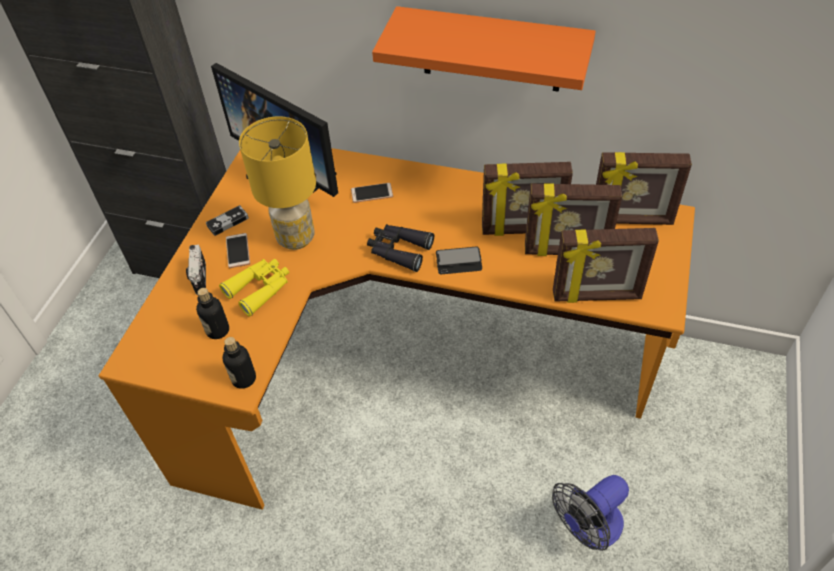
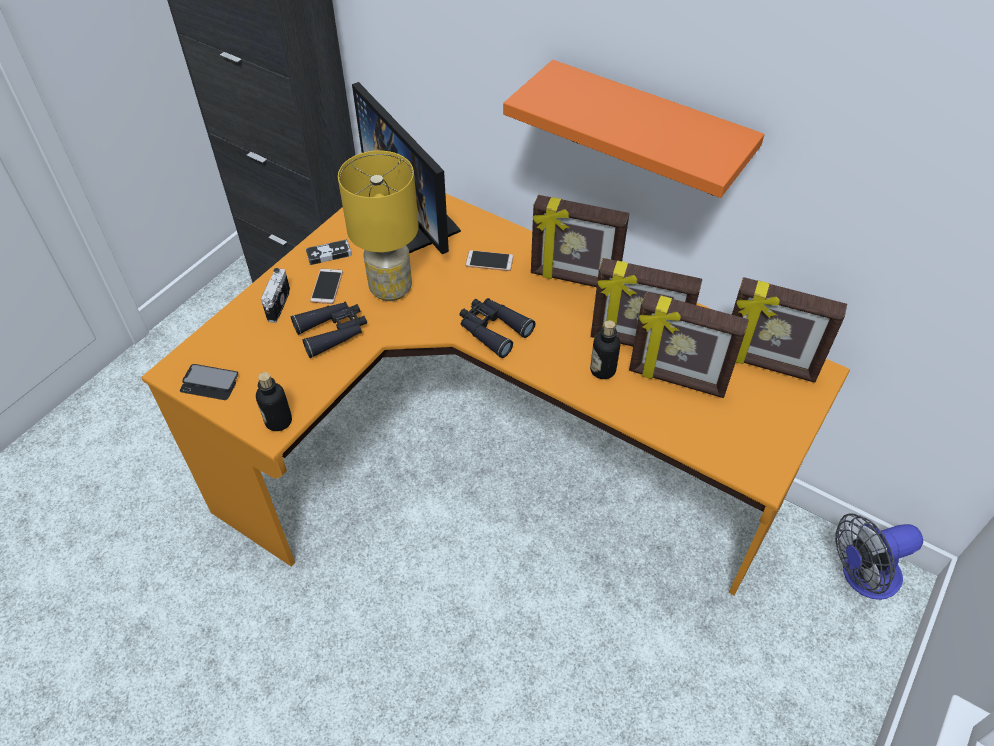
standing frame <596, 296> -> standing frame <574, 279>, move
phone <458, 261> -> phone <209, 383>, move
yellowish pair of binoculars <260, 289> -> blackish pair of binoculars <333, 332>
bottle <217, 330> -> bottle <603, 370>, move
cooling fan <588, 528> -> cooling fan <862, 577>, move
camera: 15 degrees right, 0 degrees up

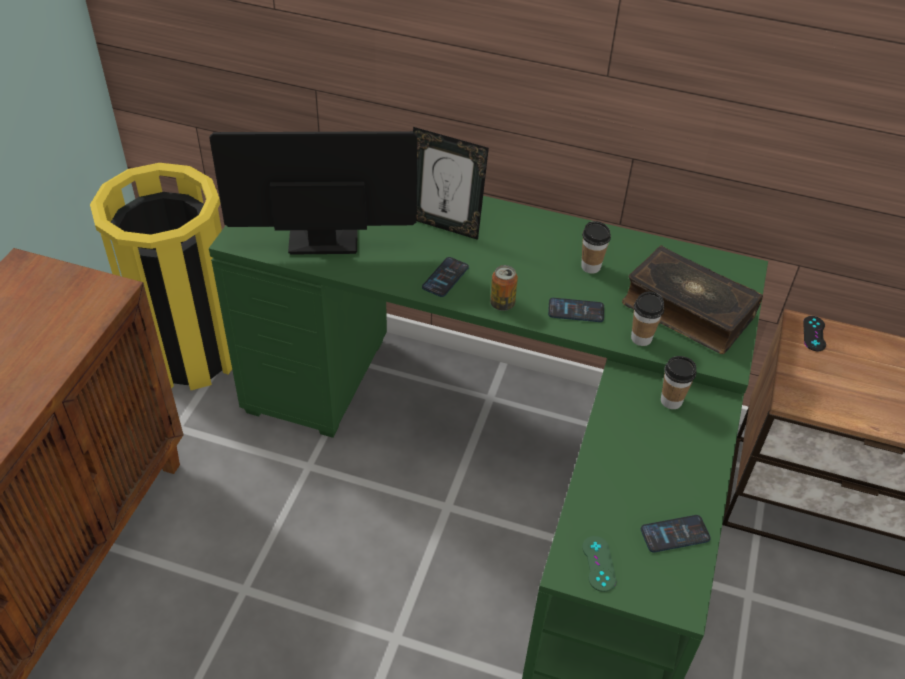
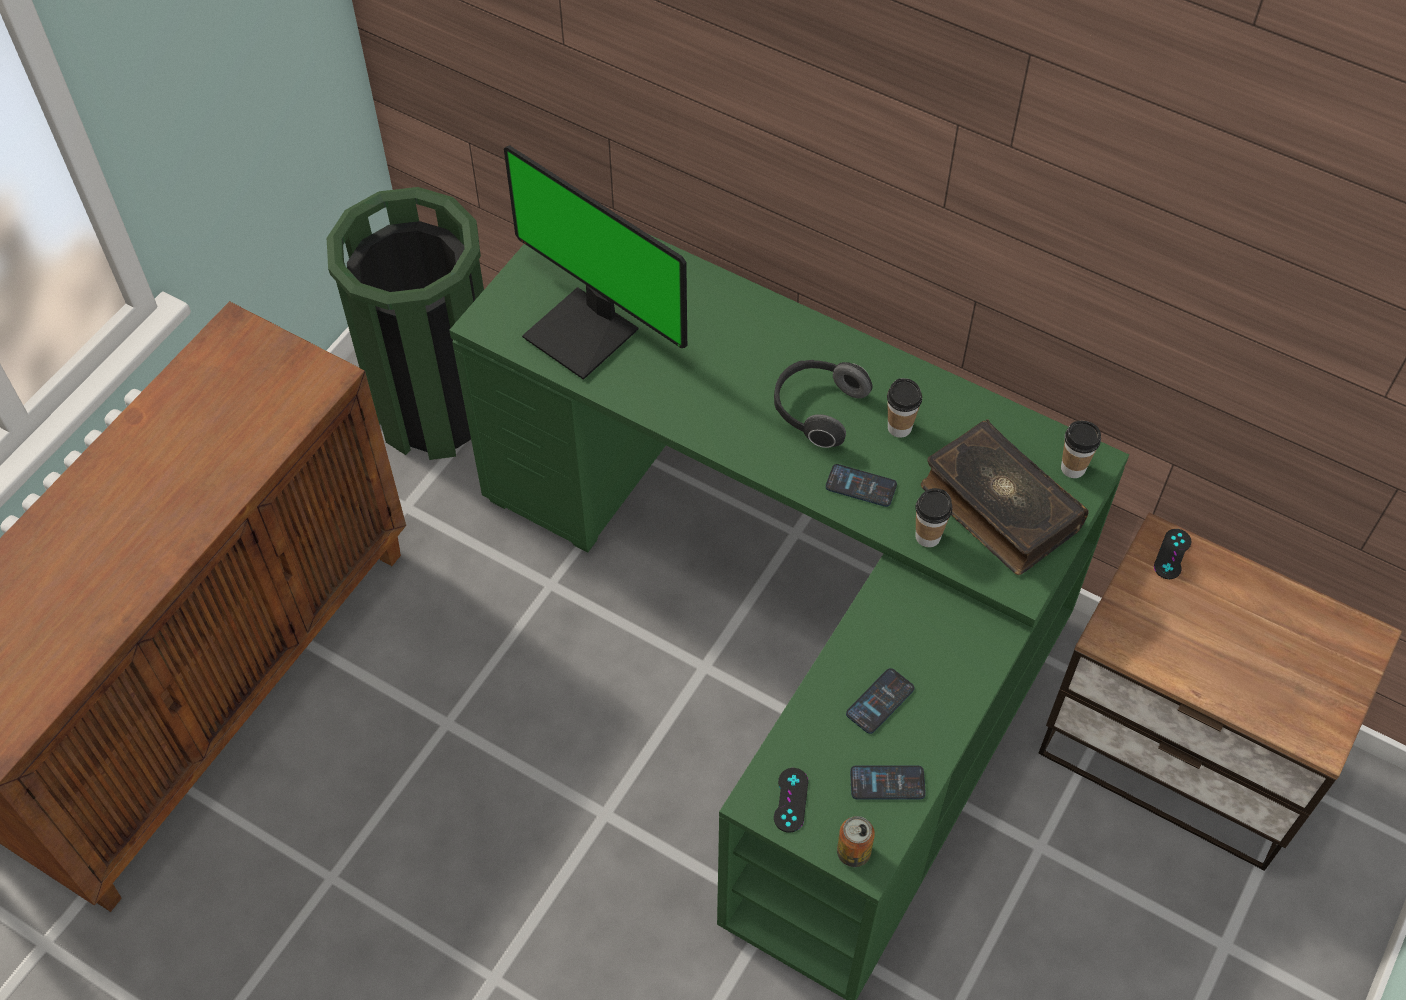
standing frame <445, 225> -> none
monitor <322, 235> -> monitor <585, 332>, 150 degrees counterclockwise
yellowish waste bin <190, 351> -> greenish waste bin <437, 406>
phone <445, 277> -> phone <880, 701>, move
metal can <502, 303> -> metal can <853, 852>, move
cup <671, 401> -> cup <1073, 468>, move
greenish gamepad <598, 564> -> blackish gamepad <791, 800>
none -> headphones <816, 410>
camera: 15 degrees right, 10 degrees up

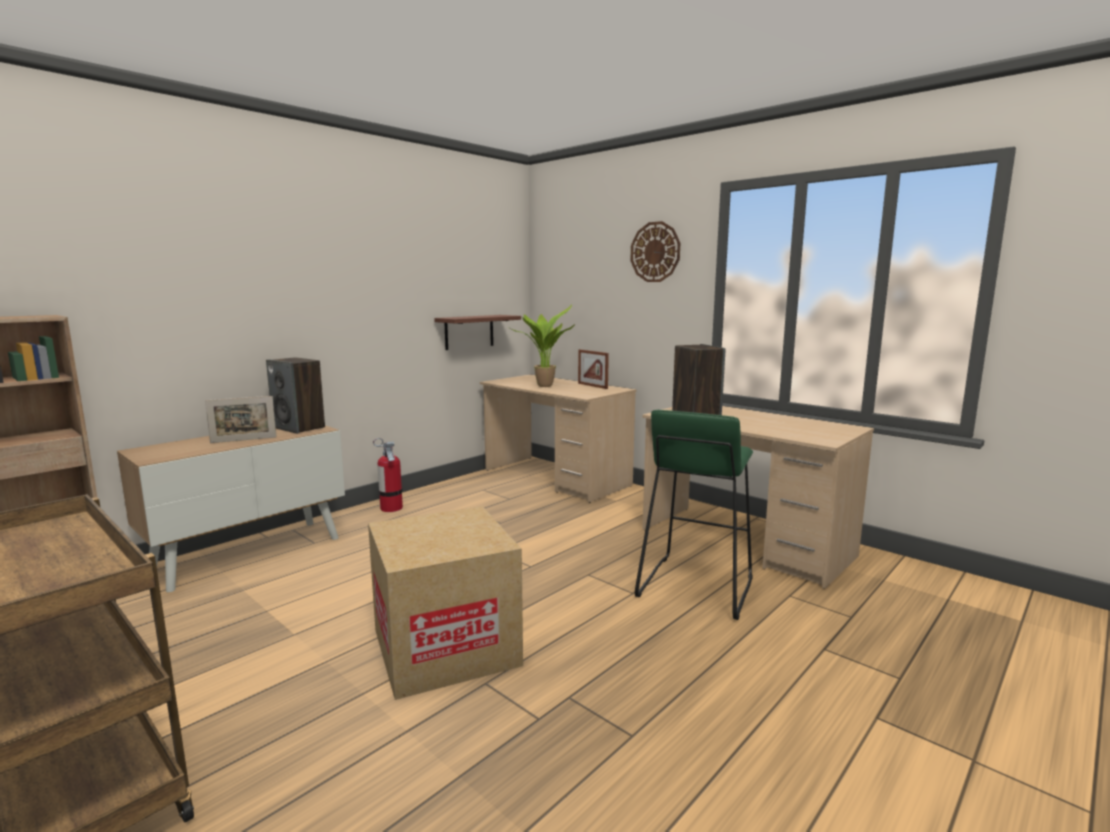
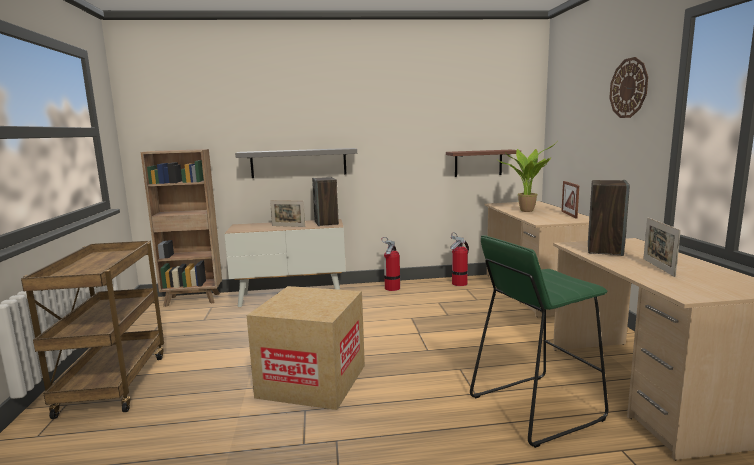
none -> greyish shelf <298, 163>
none -> standing frame <658, 267>
none -> extinguisher <459, 283>
camera: 40 degrees right, 0 degrees up

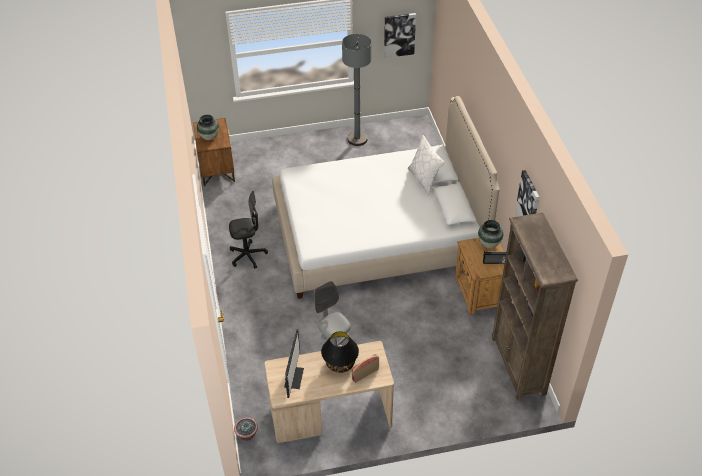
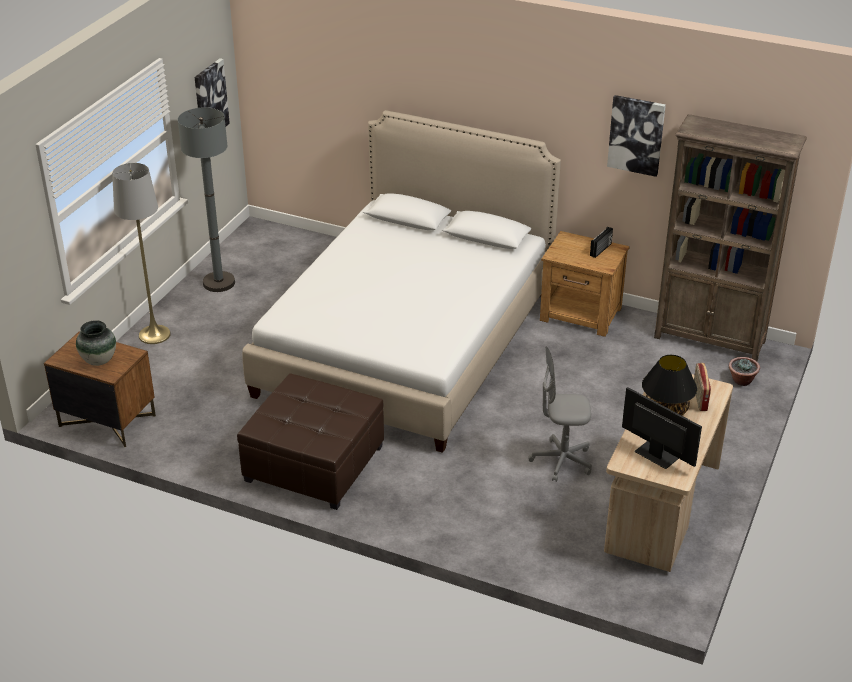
whitish pillow <424, 179> -> none
blackish computer chair <248, 256> -> brown-coloured footrest <315, 463>
vase <489, 243> -> none
plant in a pot <247, 435> -> plant in a pot <741, 381>, move
none -> greyish floor lamp <154, 334>
camera: 55 degrees left, 10 degrees down

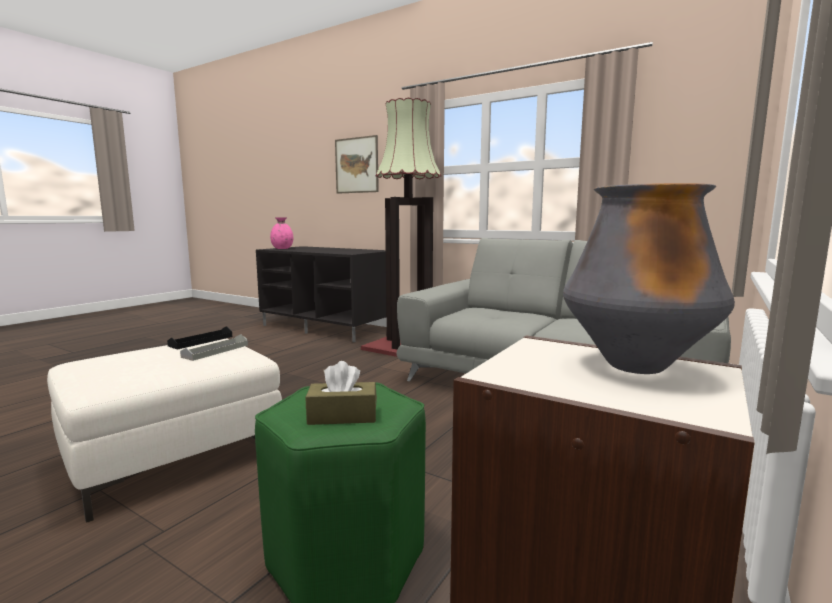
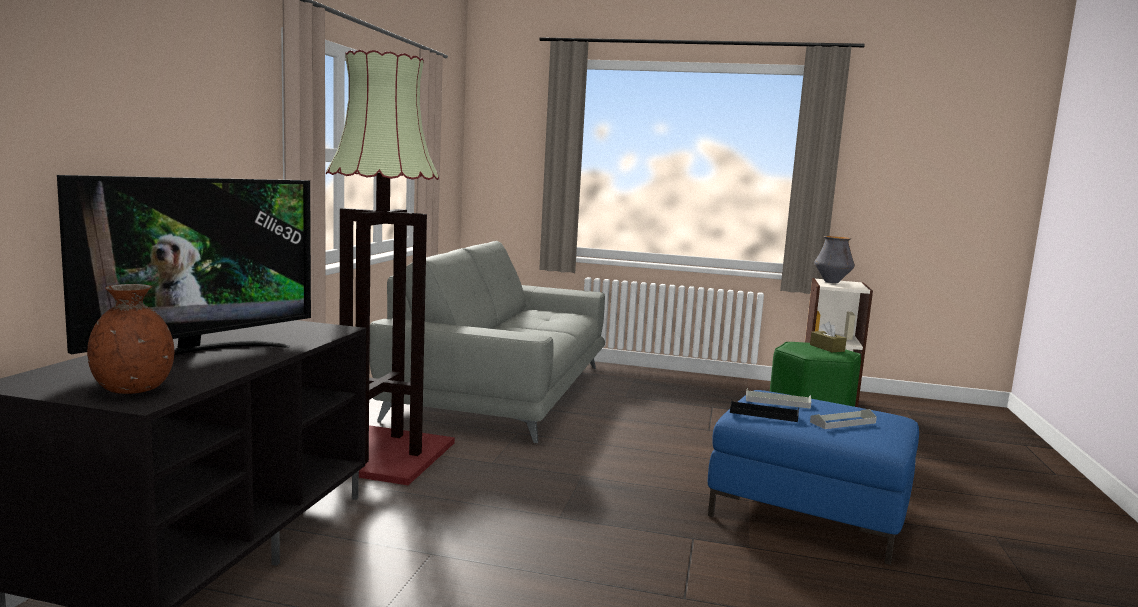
picture <356, 165> -> none
pink-coloured vase <282, 248> -> brown-coloured vase <133, 389>
whitish footrest <173, 454> -> blue footrest <809, 511>
none -> television <200, 355>
none -> greyish serving tray <843, 422>
camera: 110 degrees left, 0 degrees up

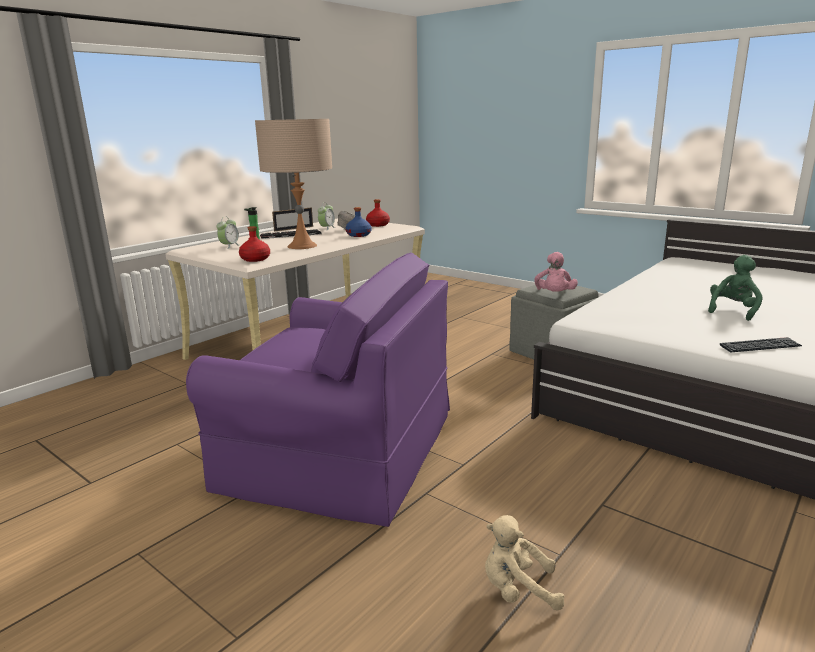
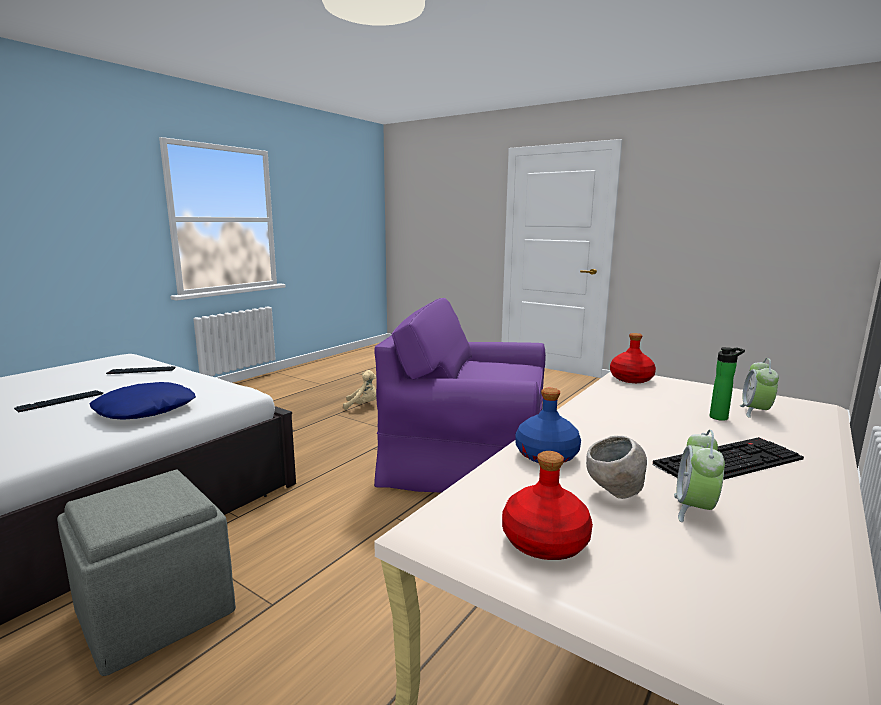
beige table lamp <302, 246> -> none
standing frame <293, 228> -> none
pink-coloured cuddly toy <554, 295> -> none
greenish cuddly toy <733, 311> -> computer keyboard <60, 402>
none -> blue pillow <145, 410>
camera: 175 degrees right, 5 degrees down

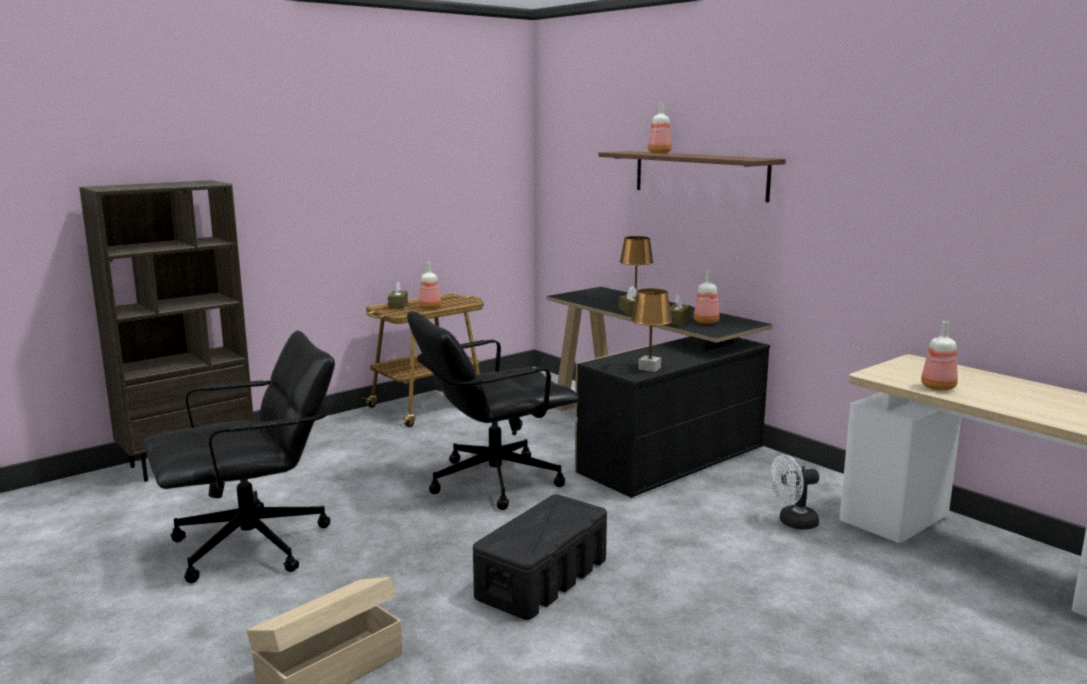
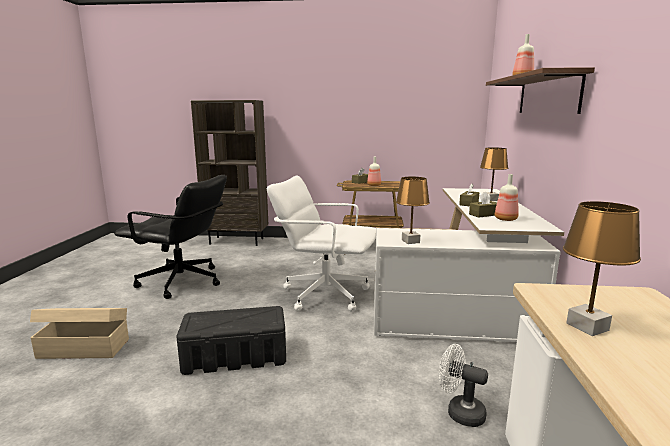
blackish desk table <646, 438> -> whitish desk table <464, 304>
blackish computer chair <493, 481> -> whitish computer chair <325, 294>
bottle <939, 387> -> brown-coloured table lamp <588, 327>
camera: 45 degrees right, 0 degrees up

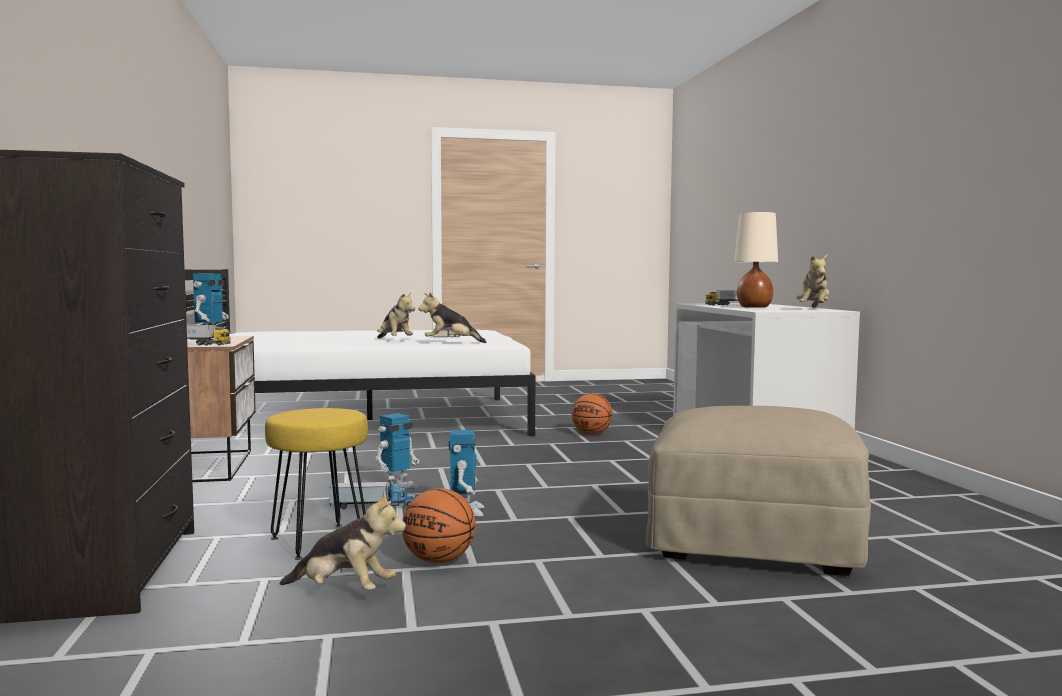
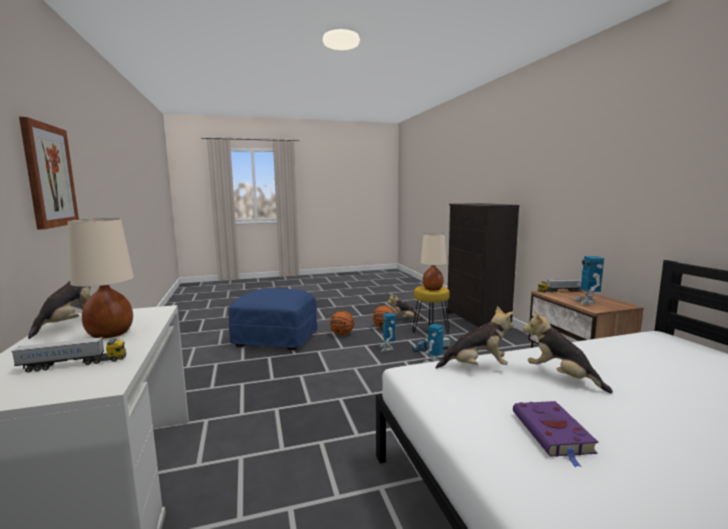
basketball ball <591, 433> -> basketball ball <342, 334>, move
beige footrest <754, 542> -> blue footrest <275, 339>
none -> picture <49, 176>
none -> beige table lamp <432, 289>
camera: 175 degrees right, 5 degrees up

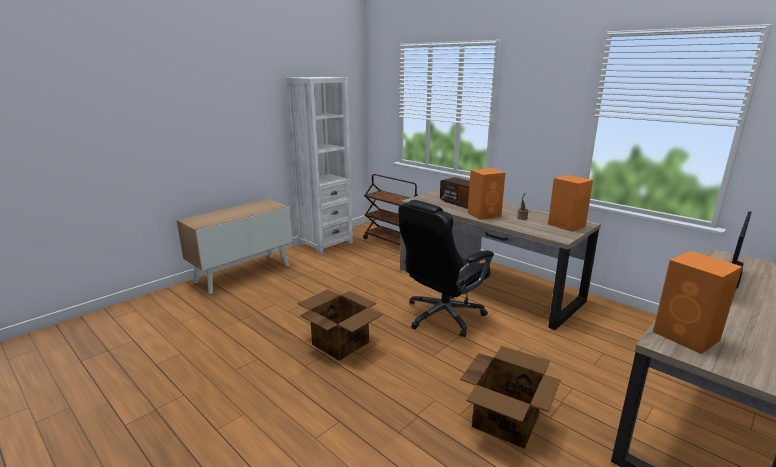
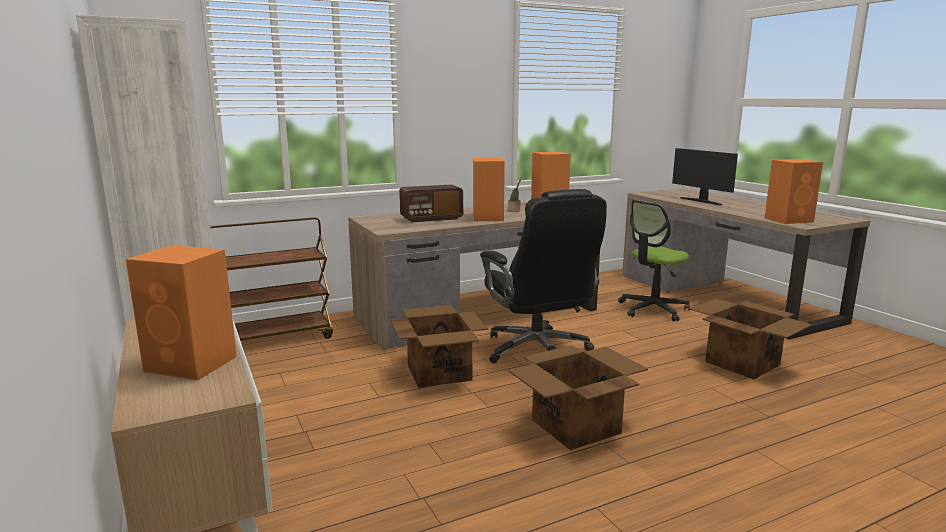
none -> computer chair <653, 309>
none -> orange-coloured loudspeaker <193, 364>
none -> carton <439, 372>
camera: 70 degrees left, 5 degrees down

